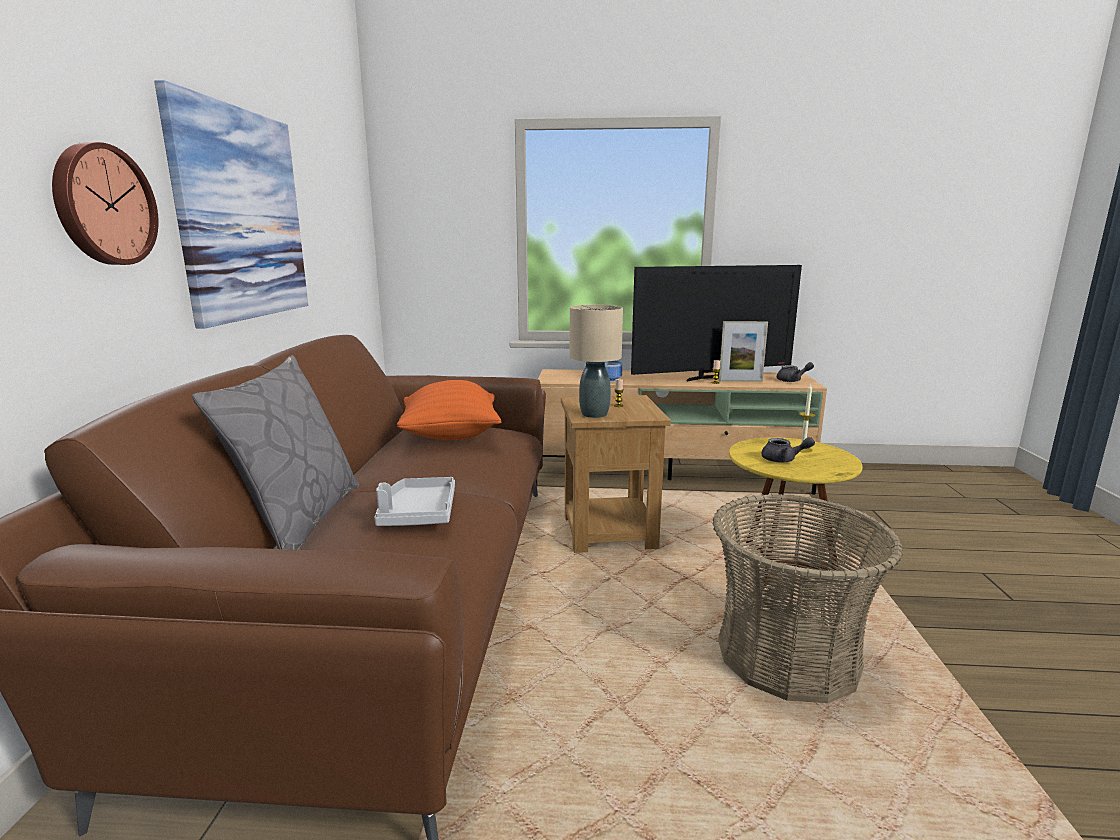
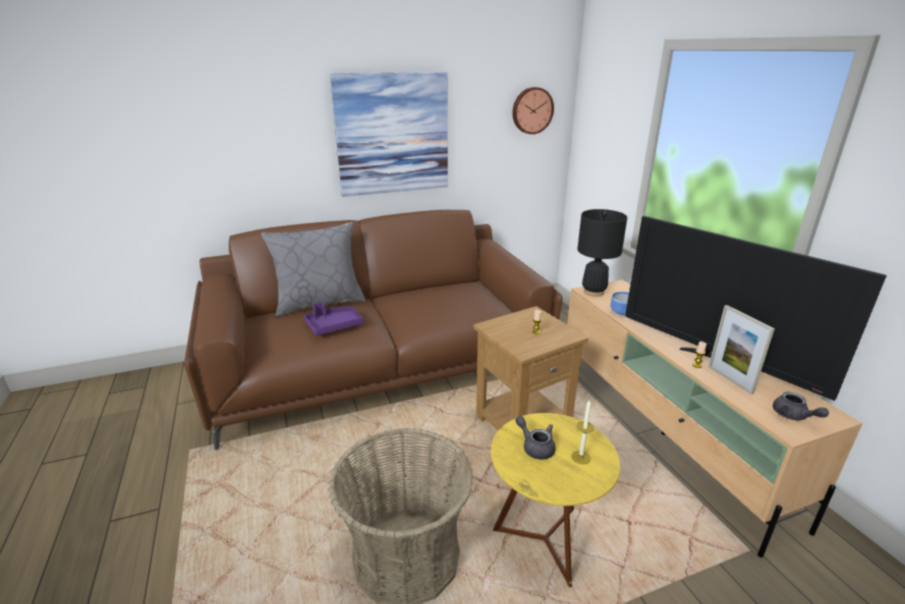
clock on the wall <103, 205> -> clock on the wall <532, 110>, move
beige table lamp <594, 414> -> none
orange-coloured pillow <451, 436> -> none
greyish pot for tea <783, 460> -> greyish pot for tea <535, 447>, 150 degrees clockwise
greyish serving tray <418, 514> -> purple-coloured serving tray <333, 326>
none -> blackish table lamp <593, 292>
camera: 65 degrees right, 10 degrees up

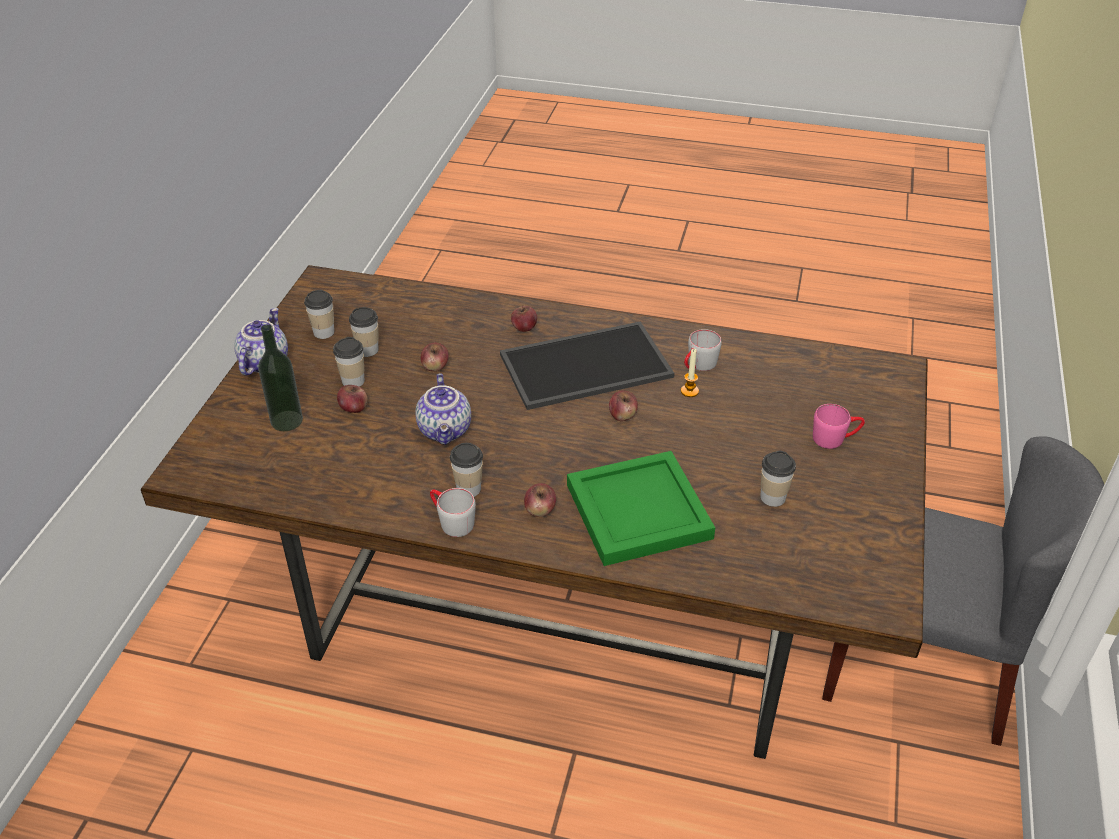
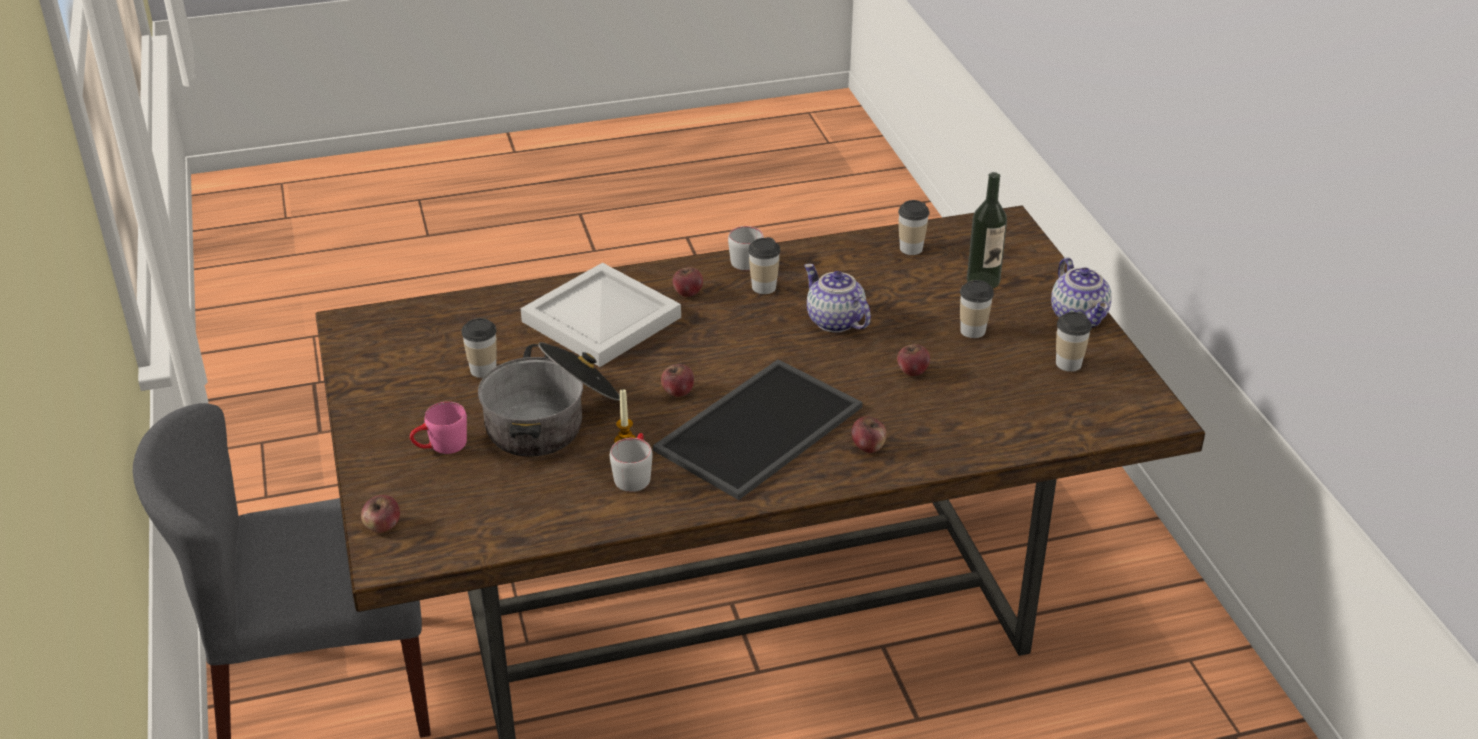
cup <367, 350> -> cup <911, 248>, move
apple <354, 408> -> apple <382, 526>, move
greenish serving tray <641, 512> -> whitish serving tray <599, 319>
none -> stockpot <552, 420>
camera: 150 degrees right, 5 degrees down

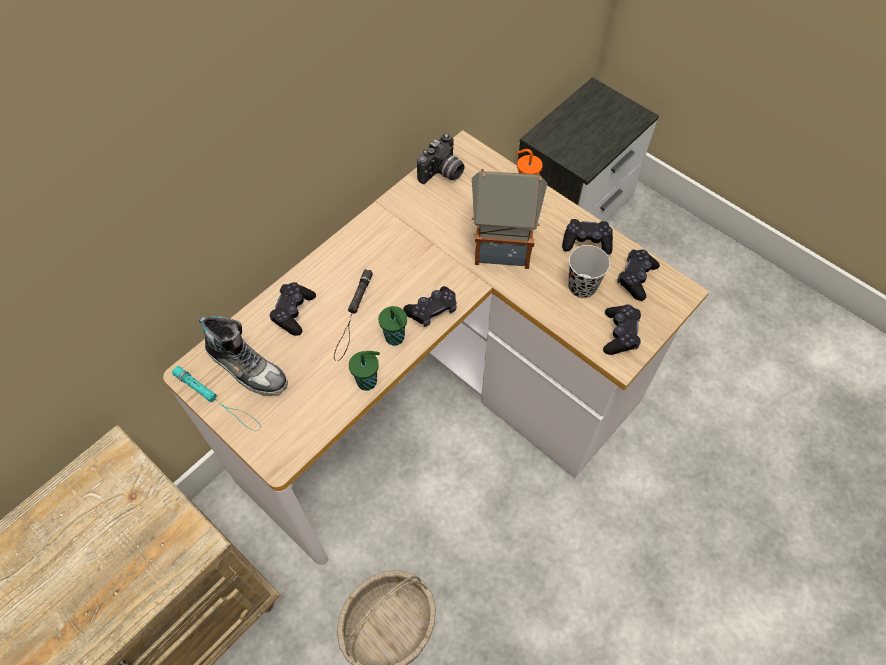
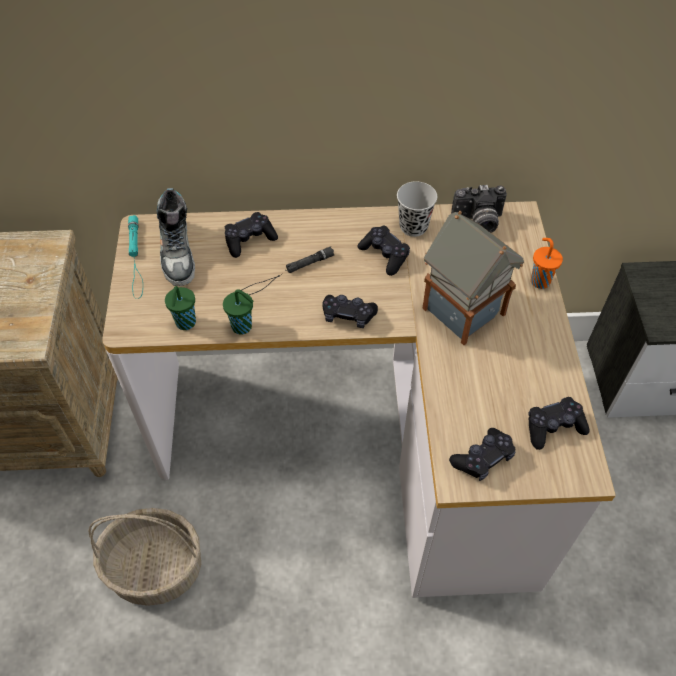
blackish gamepad <586, 242> -> blackish gamepad <384, 255>, move
blackish cup <582, 287> -> blackish cup <413, 226>, move
greenish cup <395, 338> -> greenish cup <185, 323>, move
camera: 45 degrees right, 5 degrees down

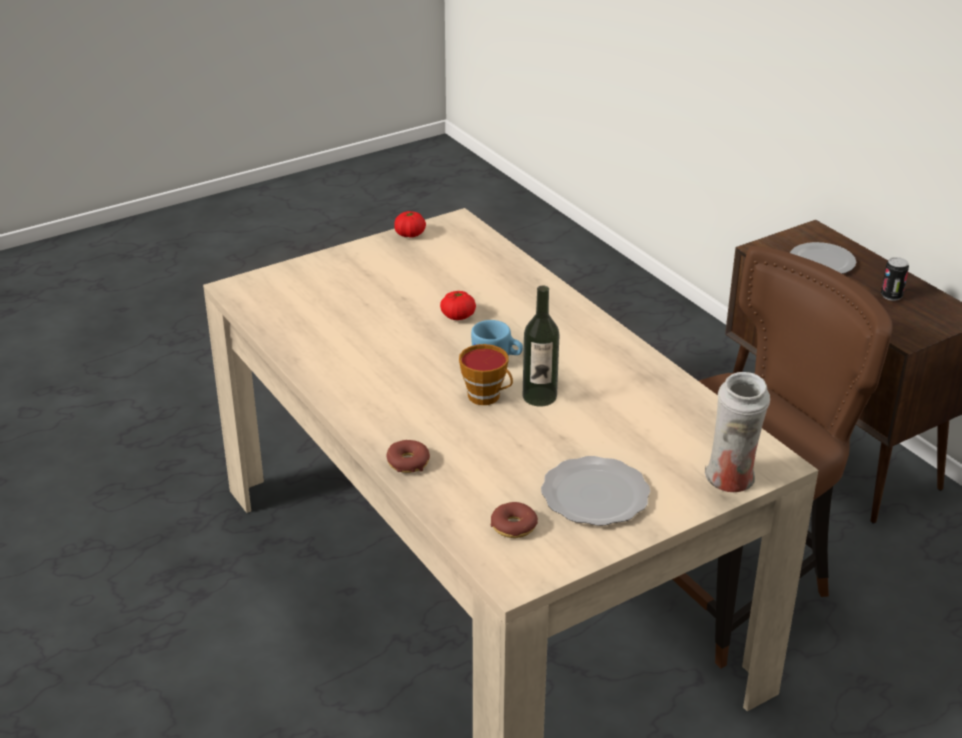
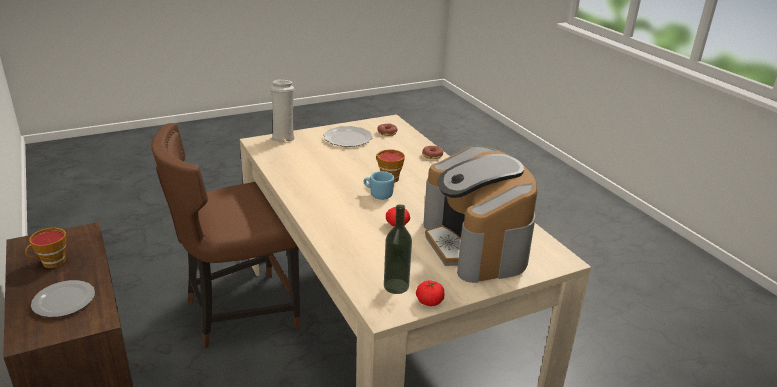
metal can <891, 296> -> cup <51, 263>
bottle <539, 396> -> bottle <396, 286>, move
none -> coffee machine <476, 245>
camera: 175 degrees left, 5 degrees down

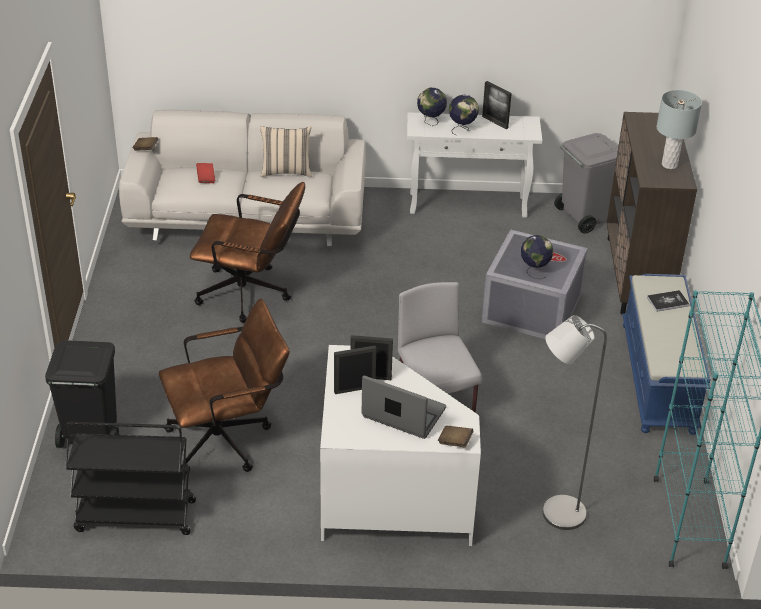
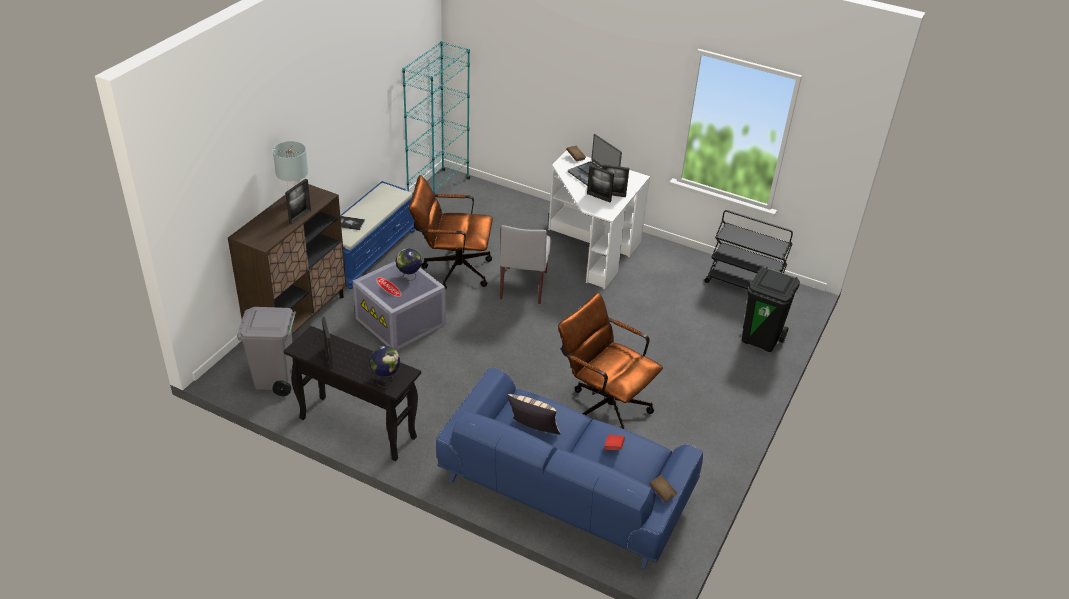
globe <462, 129> -> none
whitish settee <249, 217> -> blue settee <564, 489>
whitish console table <469, 205> -> blackish console table <356, 428>
brown-coloured computer chair <228, 439> -> brown-coloured computer chair <451, 269>, move
greyish floor lamp <555, 513> -> none
none -> standing frame <300, 217>
camera: 155 degrees left, 0 degrees up

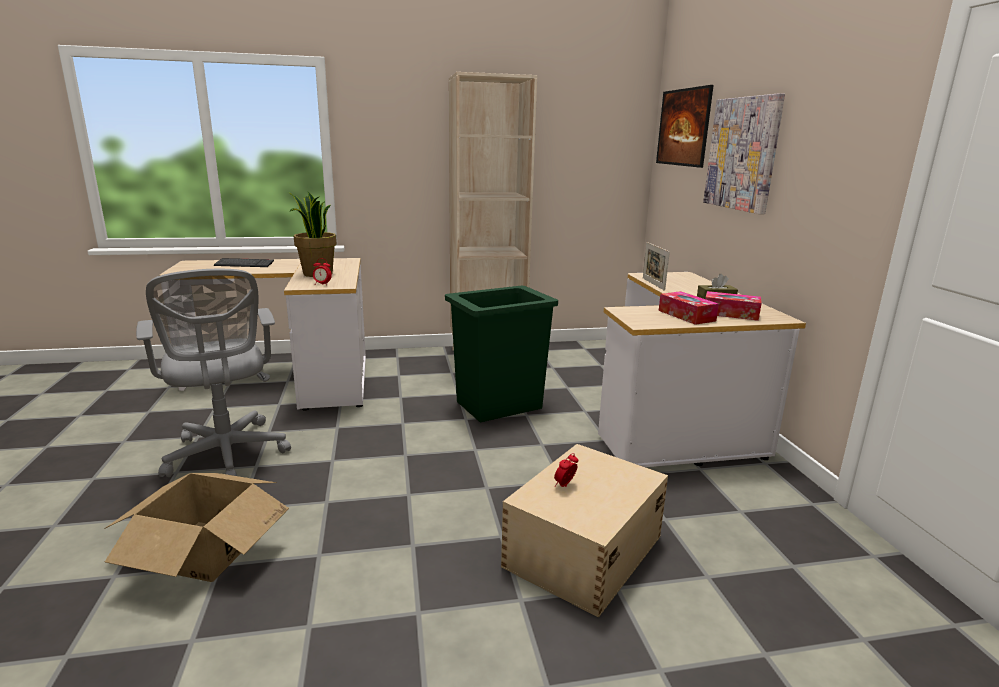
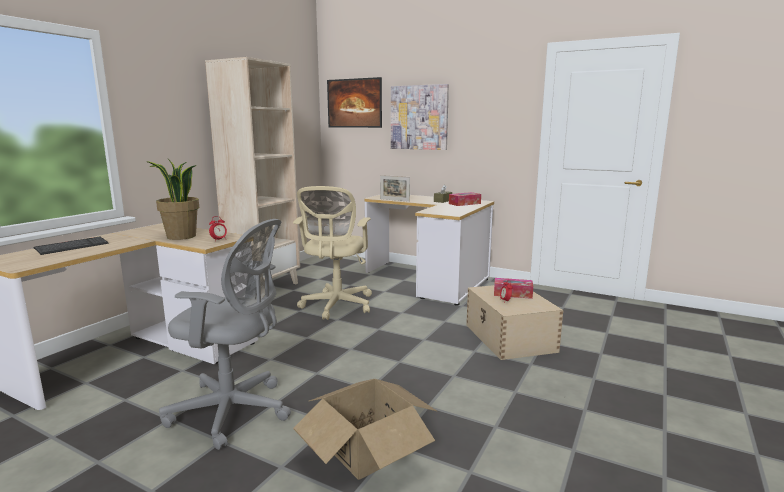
greenish waste bin <497, 405> -> beige computer chair <336, 306>
tissue box <686, 315> -> tissue box <512, 293>, move
camera: 50 degrees left, 5 degrees down

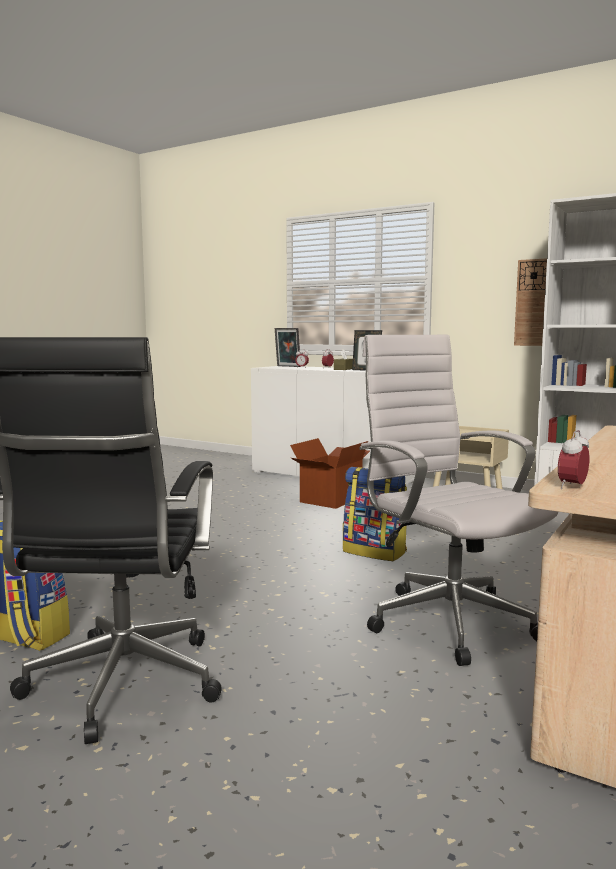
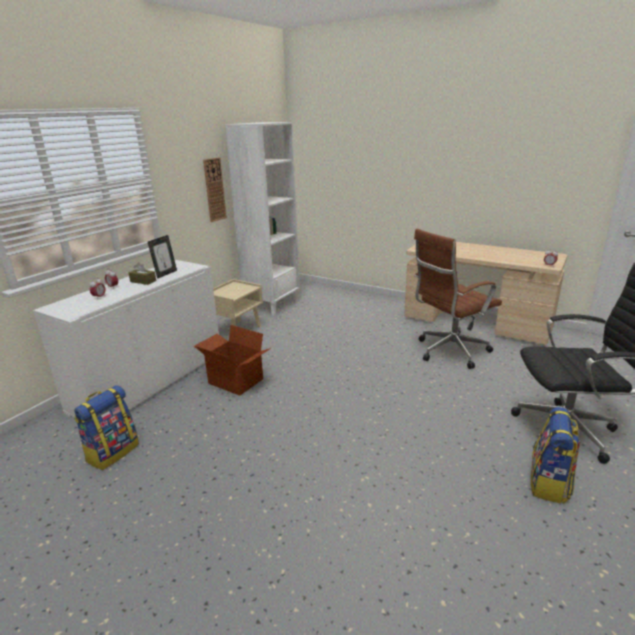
standing frame <287, 366> -> none
whitish computer chair <446, 620> -> brown-coloured computer chair <449, 352>
rucksack <375, 552> -> rucksack <112, 452>, move
camera: 90 degrees left, 15 degrees up

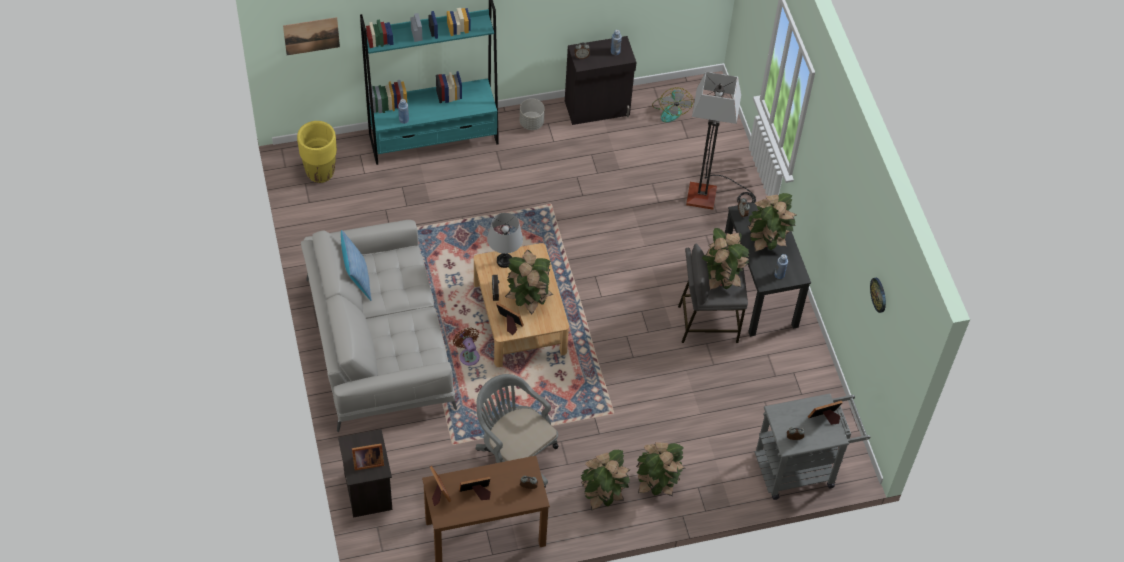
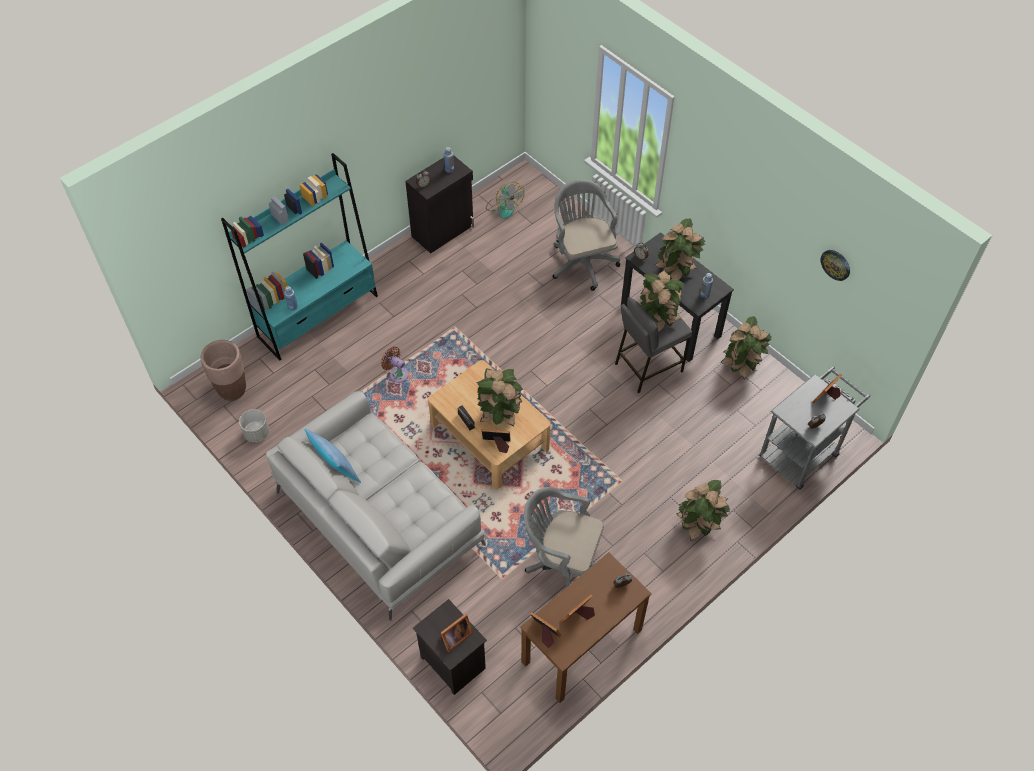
picture <311, 36> -> none
floor lamp <711, 195> -> greyish computer chair <582, 261>
greyish planter <531, 123> -> greyish planter <256, 433>, move
yellowish planter <320, 173> -> brown-coloured planter <232, 390>
greyish table lamp <504, 261> -> none
brown-coloured cooling fan <468, 355> -> brown-coloured cooling fan <397, 374>, move
plant in a pot <603, 495> -> plant in a pot <741, 366>, move
camera: 25 degrees left, 0 degrees up

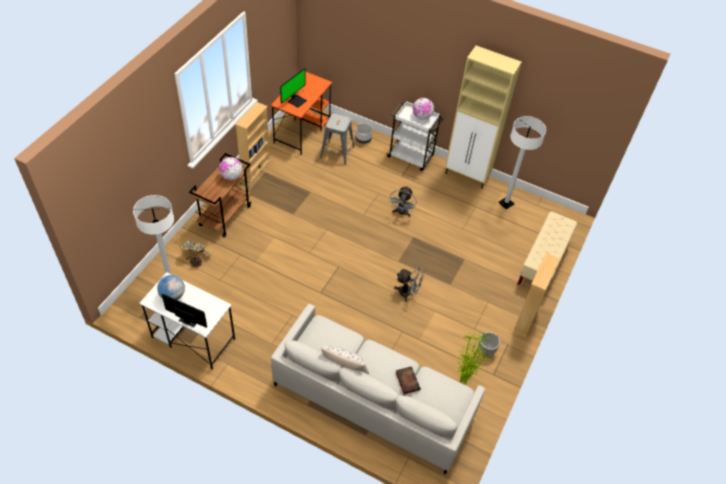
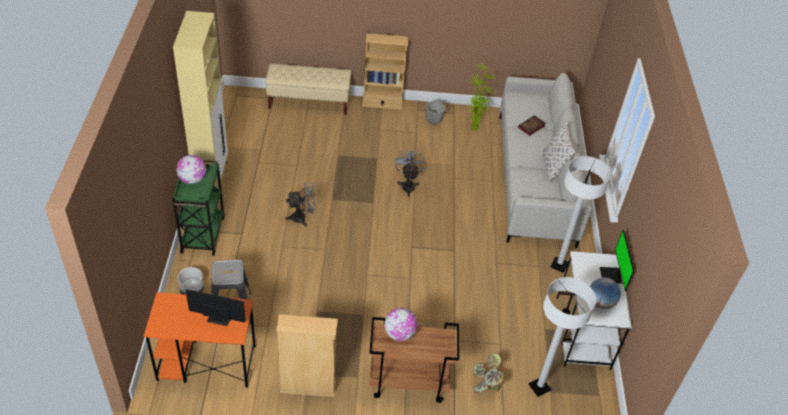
whitish trolley <411, 157> -> greenish trolley <203, 233>
whitish floor lamp <506, 203> -> whitish floor lamp <559, 265>, move
camera: 115 degrees left, 5 degrees down

